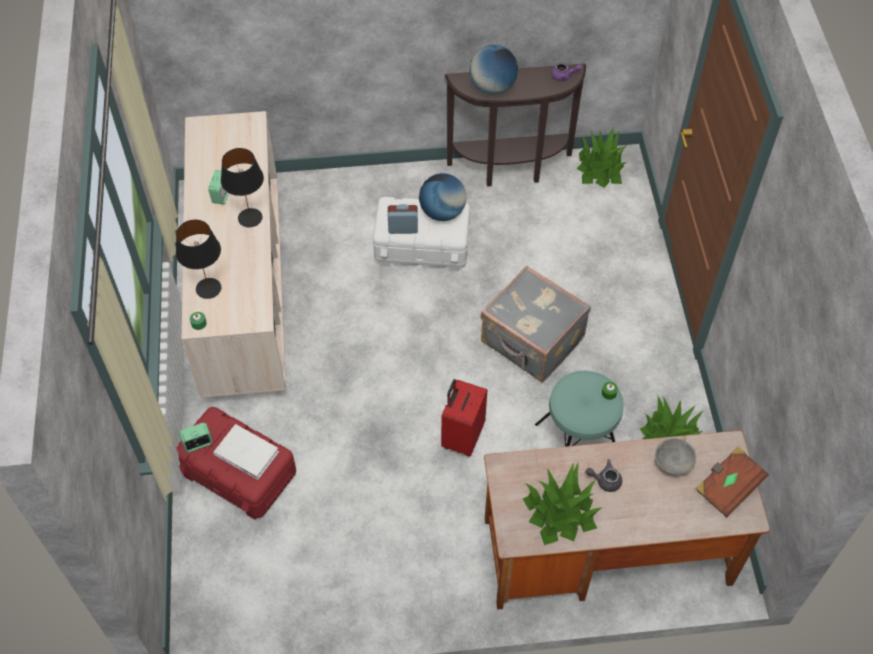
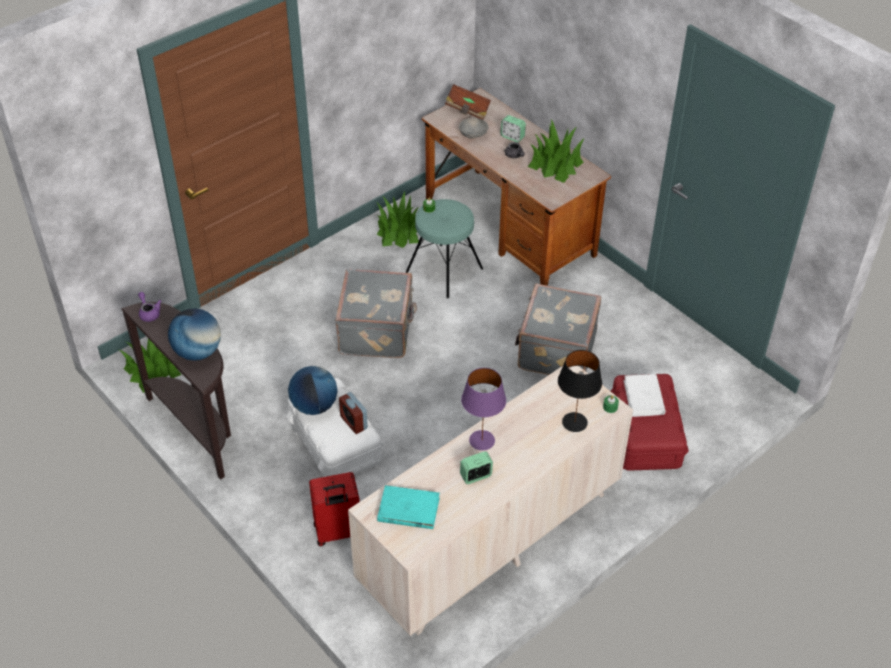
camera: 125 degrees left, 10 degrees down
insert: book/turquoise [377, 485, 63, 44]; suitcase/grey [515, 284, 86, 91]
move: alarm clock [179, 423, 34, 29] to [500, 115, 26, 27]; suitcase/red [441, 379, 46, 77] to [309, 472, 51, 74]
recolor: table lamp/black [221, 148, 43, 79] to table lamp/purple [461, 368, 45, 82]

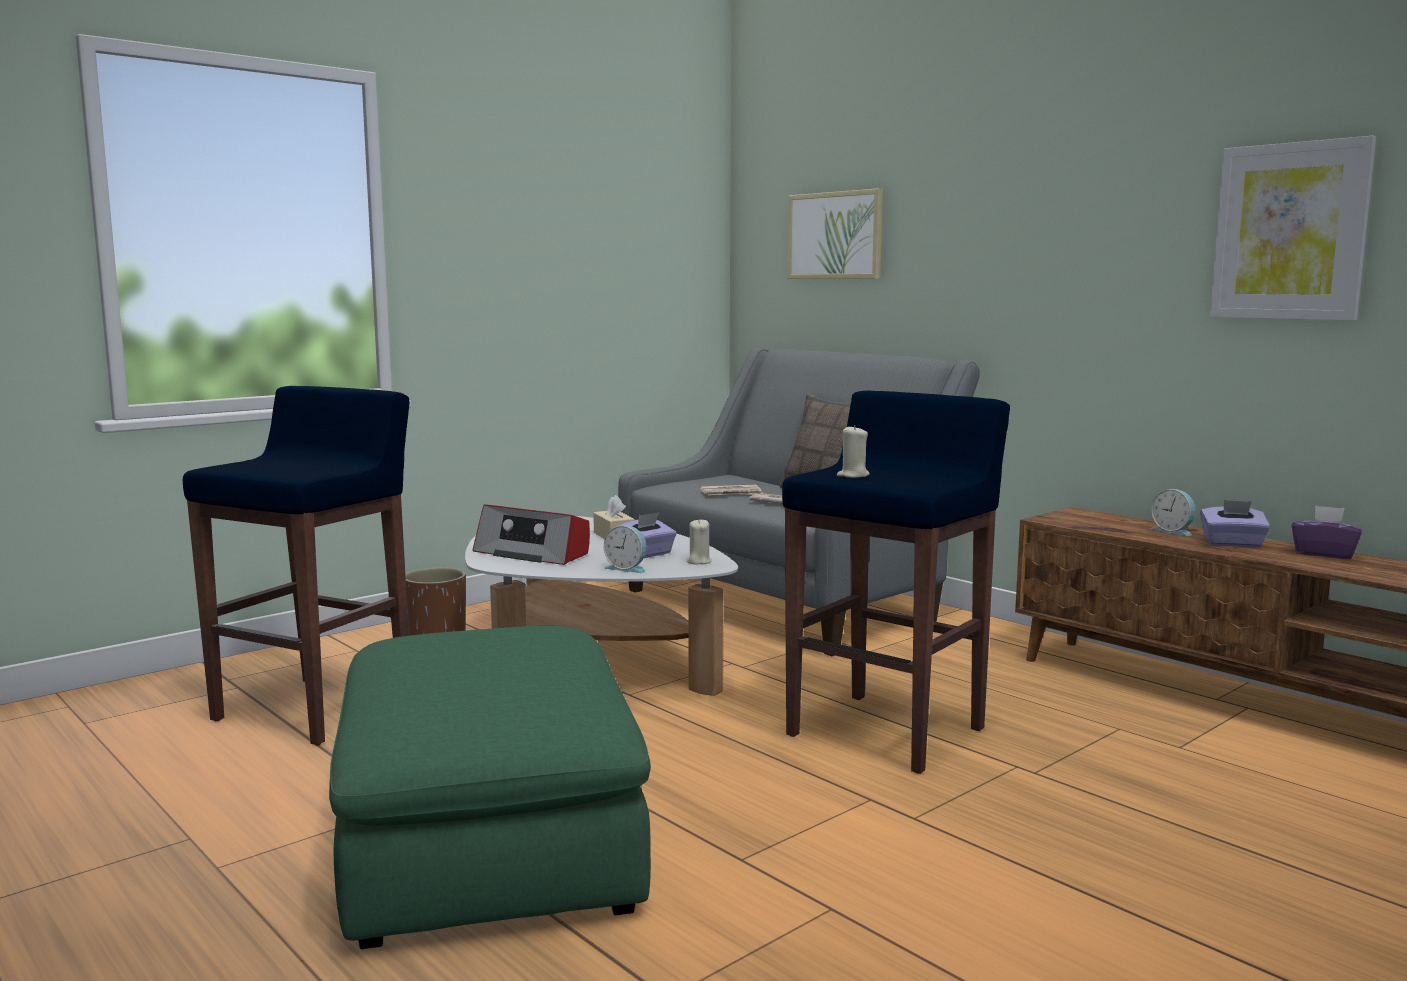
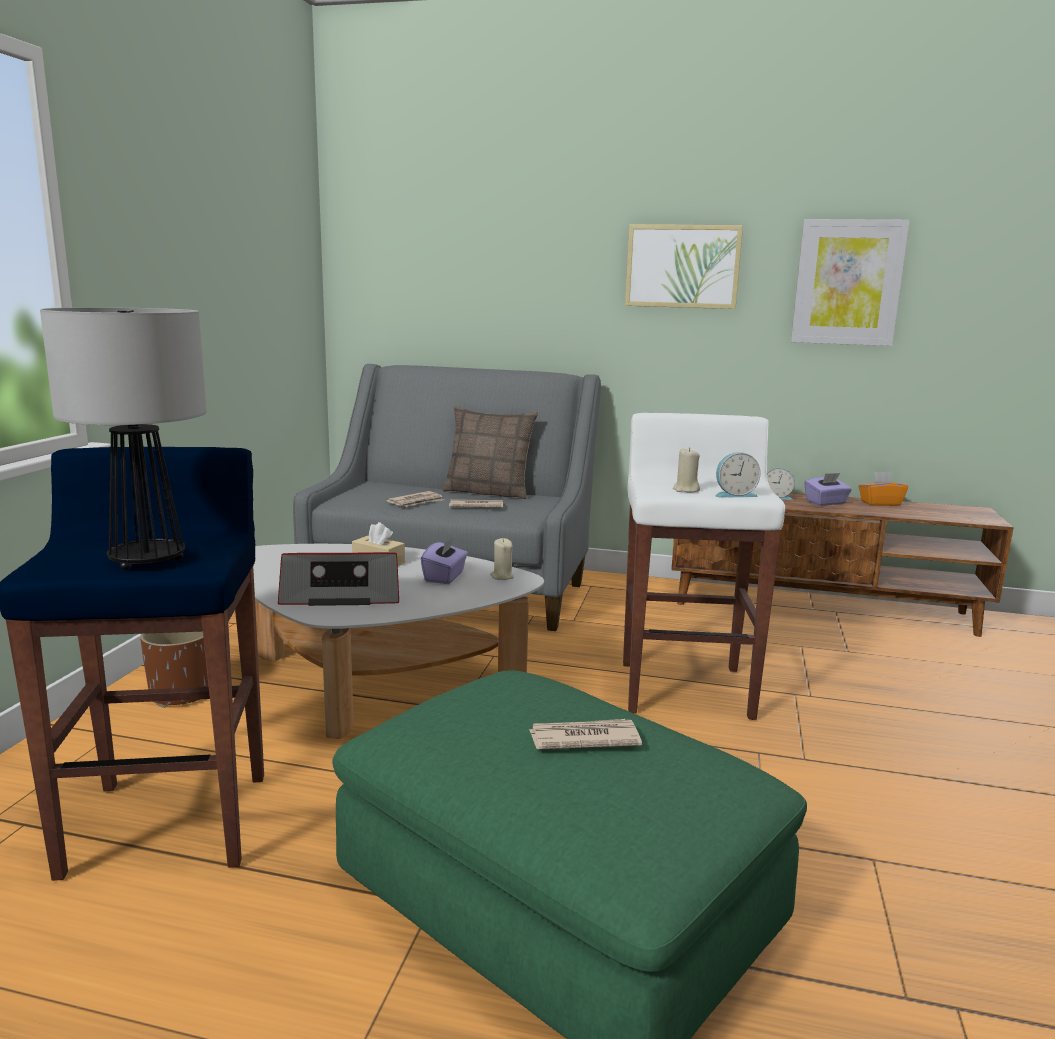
camera: 35 degrees left, 5 degrees up
insert: table lamp [40, 307, 167, 264]; newspaper [528, 719, 114, 30]
move: alarm clock [604, 525, 43, 48] to [716, 452, 45, 45]; picture [788, 188, 95, 91] to [625, 224, 118, 85]
recolor: stool/blue [782, 391, 228, 383] to stool/white [623, 413, 162, 307]; tissue box/purple [1292, 505, 70, 54] to tissue box/orange [859, 472, 49, 34]

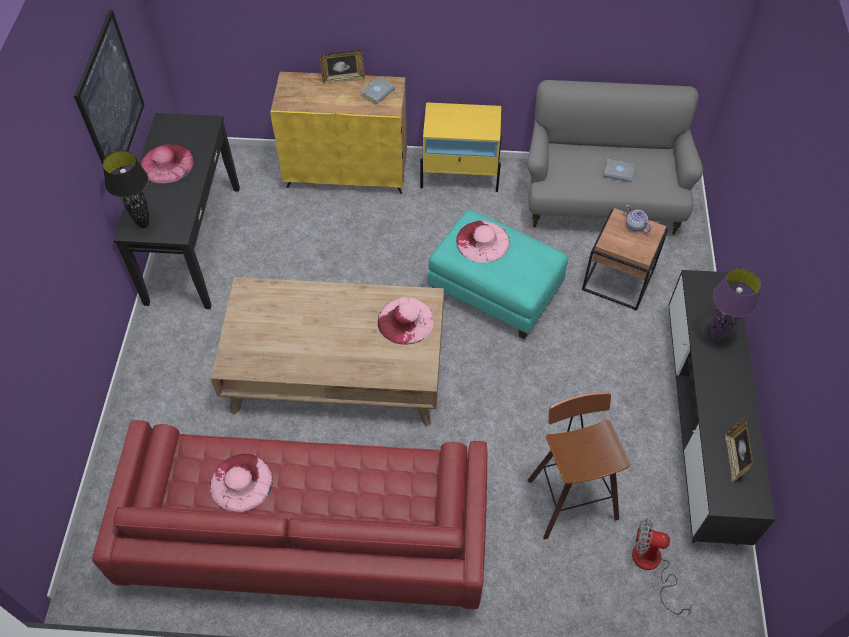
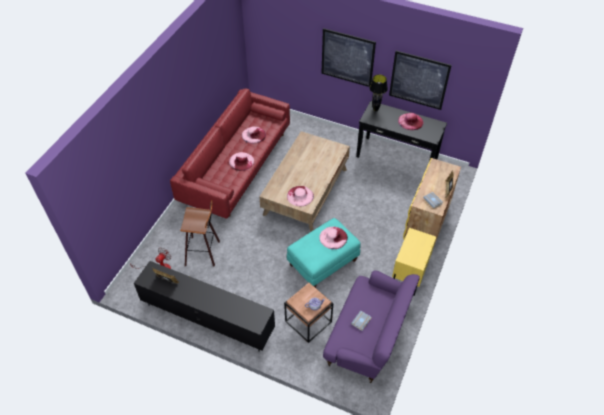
camera: 110 degrees right, 5 degrees down
delete: table lamp/purple [711, 268, 50, 73]
insert: hat/pink [229, 152, 25, 19]; picture [321, 28, 55, 59]
recolor: sofa/grey [527, 80, 176, 155] to sofa/purple [323, 270, 97, 113]

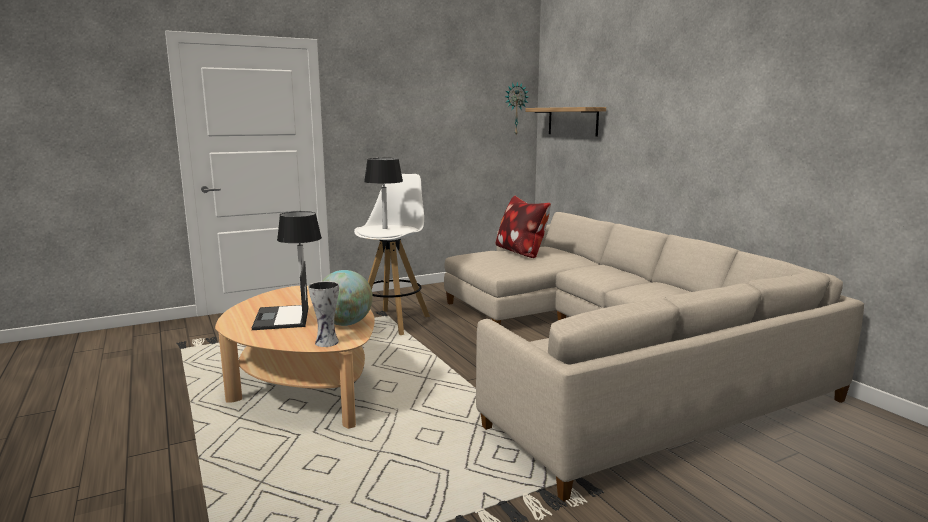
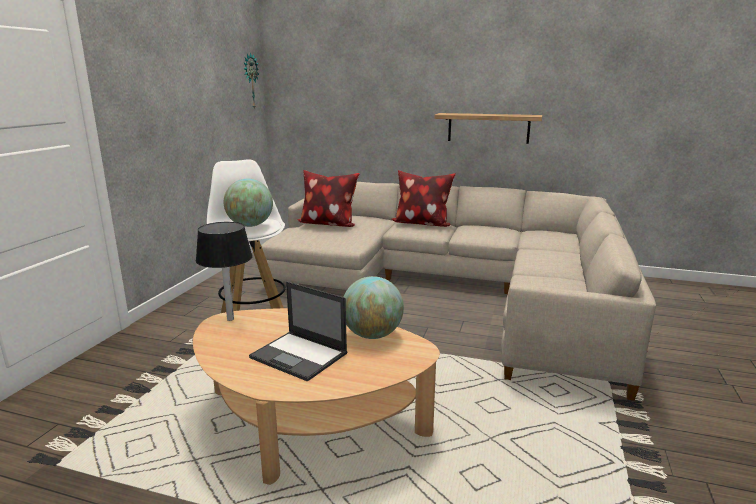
camera: 45 degrees left, 5 degrees up
delete: vase [308, 281, 31, 66]
insert: pillow [392, 170, 64, 57]
move: shelf [525, 107, 81, 30] to [434, 113, 108, 31]
replace: table lamp/black [364, 158, 39, 71] to globe [224, 179, 49, 48]

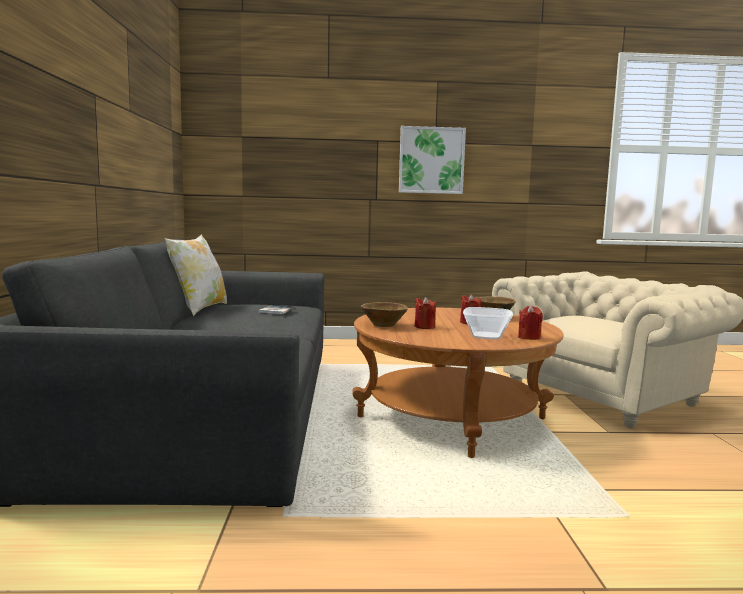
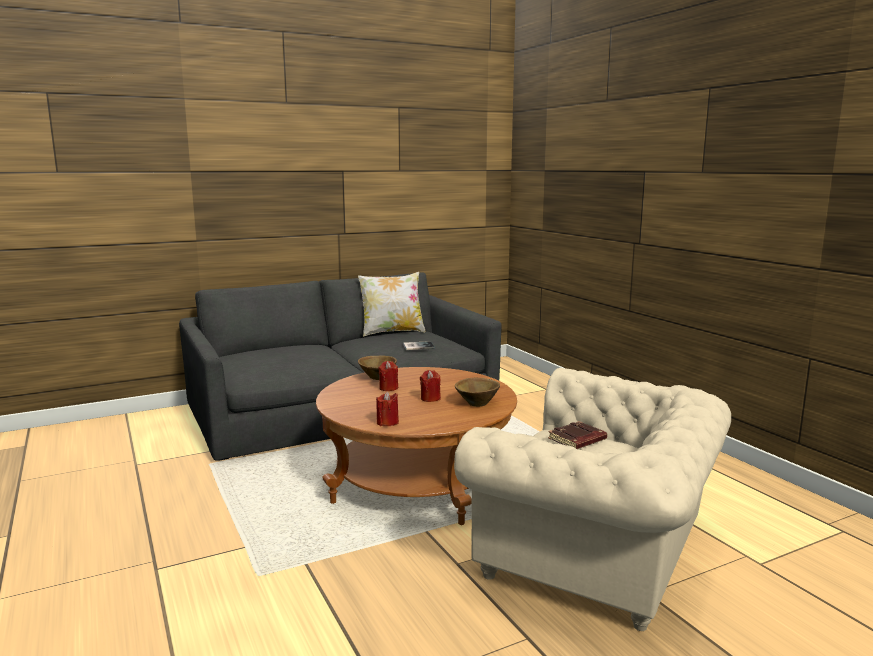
camera: 65 degrees right, 5 degrees up
delete: picture [399, 126, 67, 68]; bowl [463, 307, 50, 32]
insert: book/brown [548, 421, 59, 28]

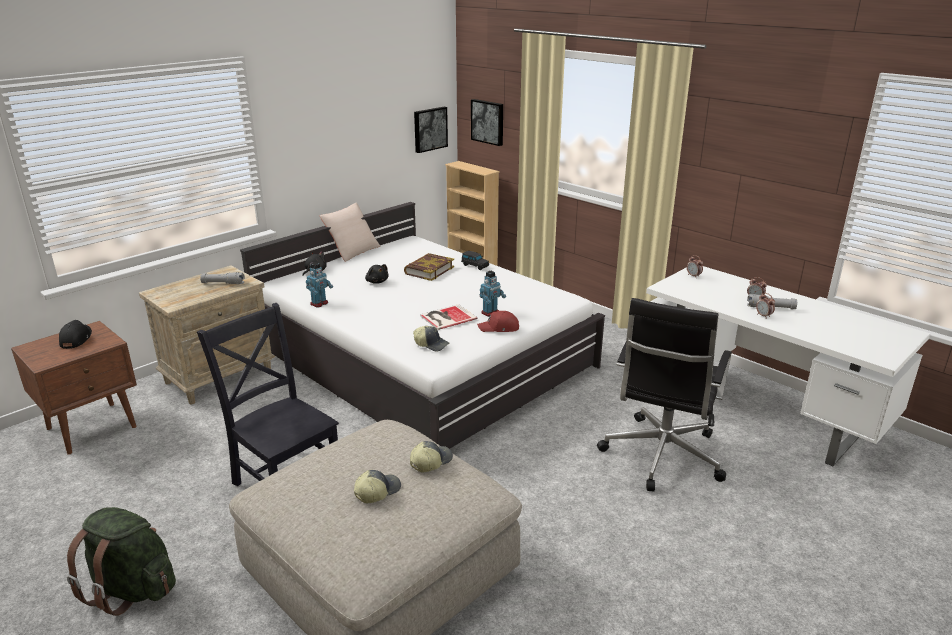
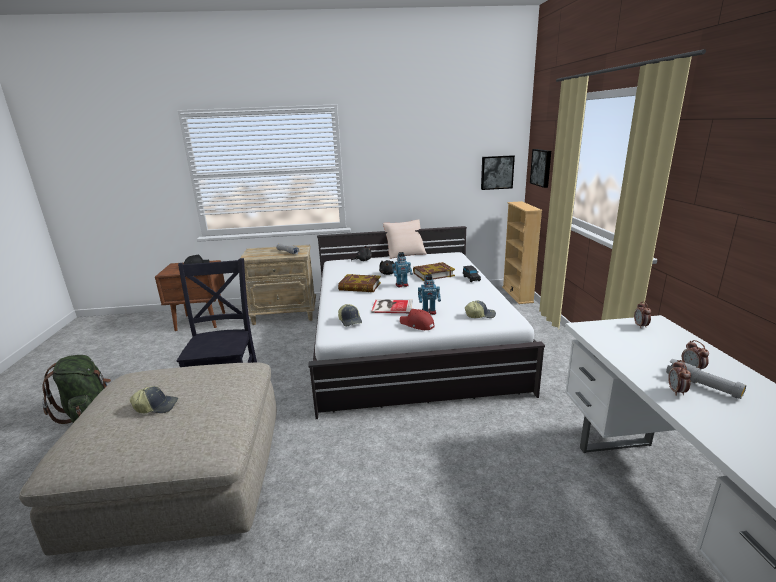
camera: 40 degrees right, 5 degrees down
delete: office chair/black [597, 298, 135, 193]
insert: book [338, 274, 43, 18]
move: toy robot [306, 262, 27, 45] to [392, 252, 21, 35]; cap [410, 441, 43, 31] to [465, 300, 31, 18]

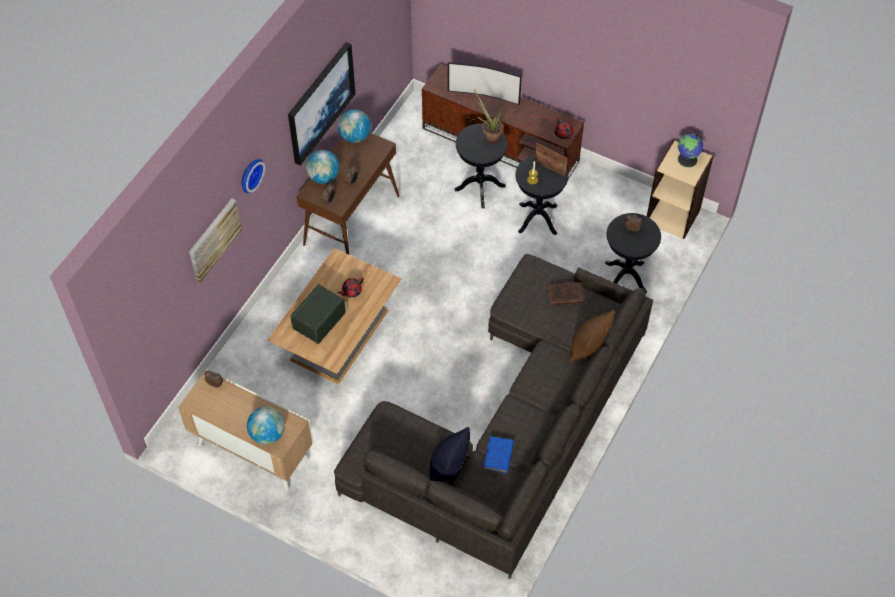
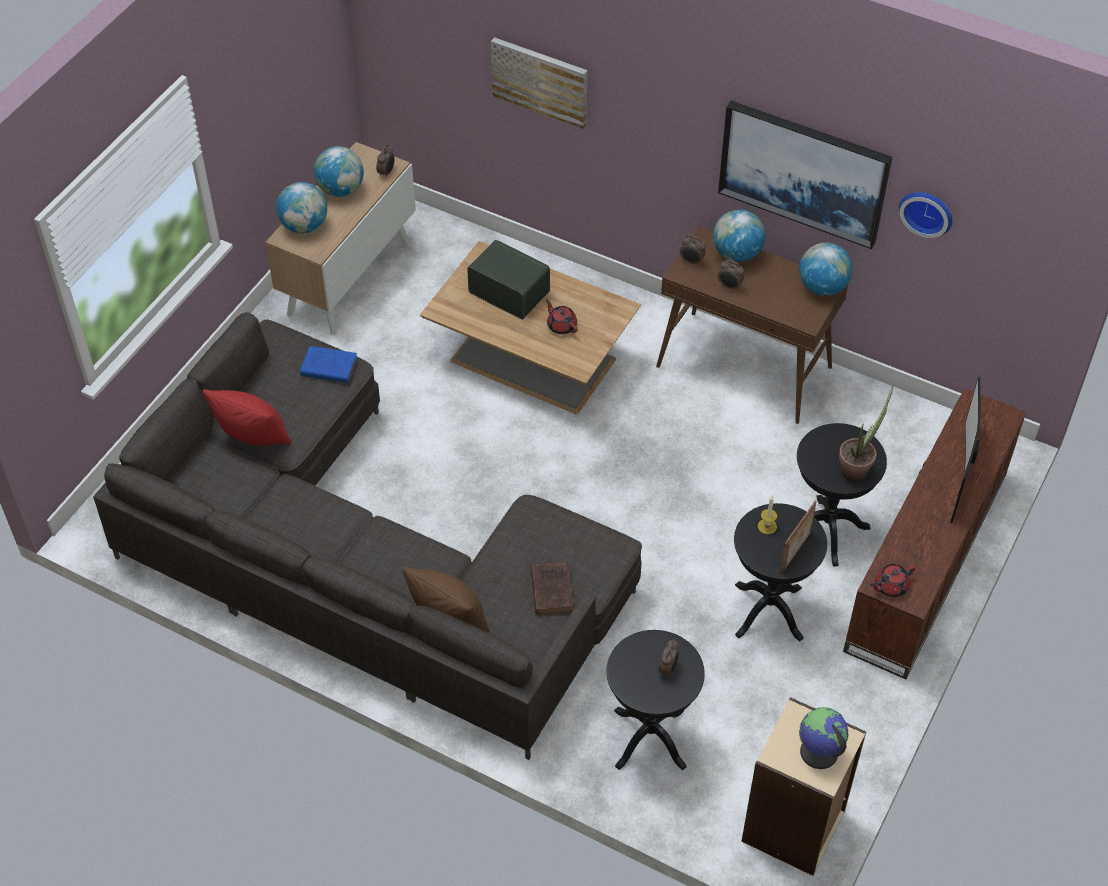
camera: 90 degrees right, 5 degrees down
insert: globe [314, 146, 50, 51]
move: wall clock [242, 159, 23, 34] to [899, 192, 53, 46]; book/blue [483, 436, 31, 37] to [300, 346, 58, 37]
recolor: pillow/black [430, 427, 40, 55] to pillow/red [202, 389, 90, 56]

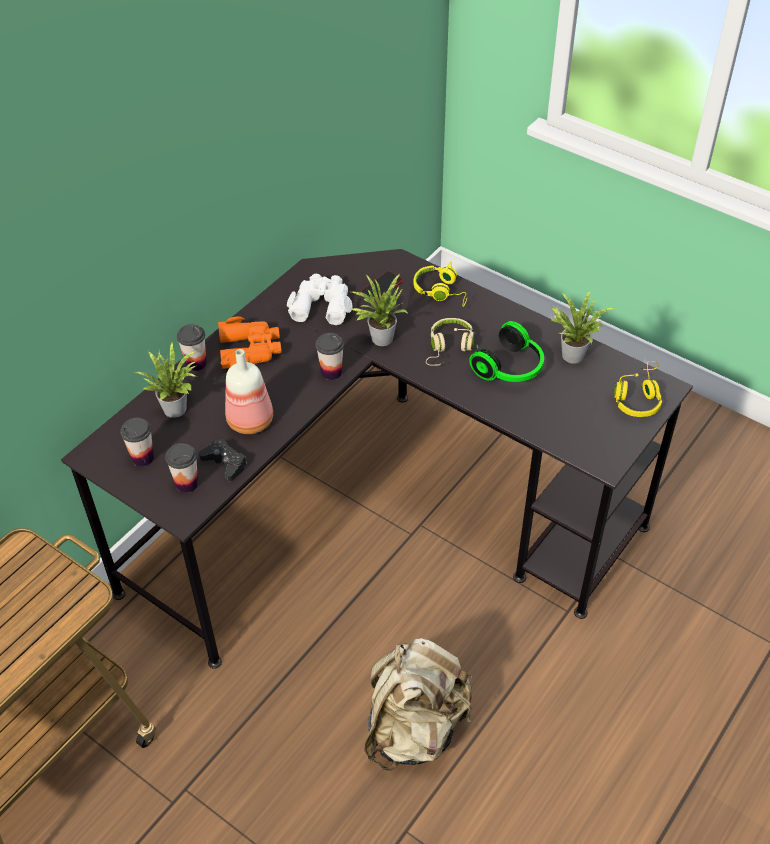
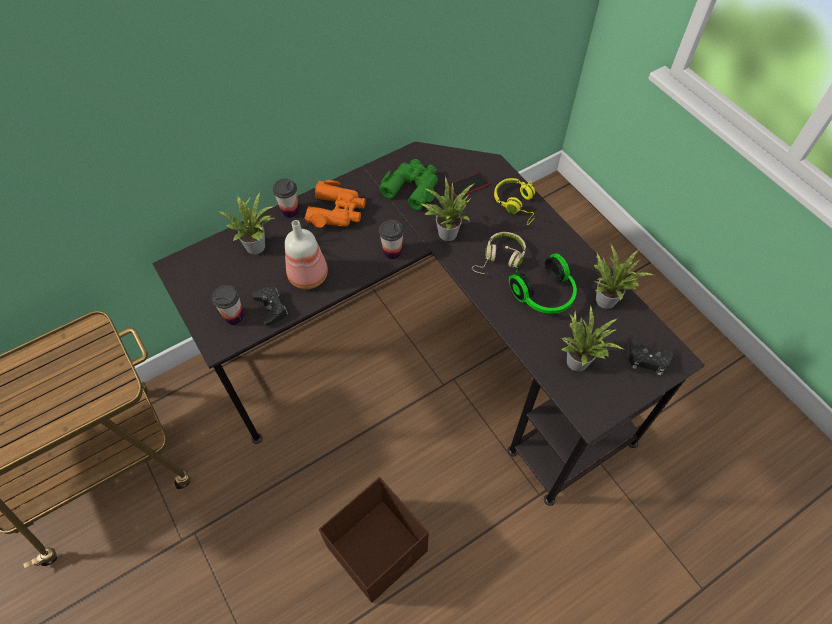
camera: 20 degrees right, 10 degrees up
delete: cup [120, 418, 34, 49]
insert: potted plant [561, 305, 62, 66]
replace: backpack/beige [364, 638, 108, 133] to storage box/brown [319, 477, 110, 126]; headphones/yellow [614, 361, 48, 56] to game controller/black [629, 340, 44, 35]
recolor: binoculars/white [287, 274, 66, 51] to binoculars/green [379, 159, 59, 51]

